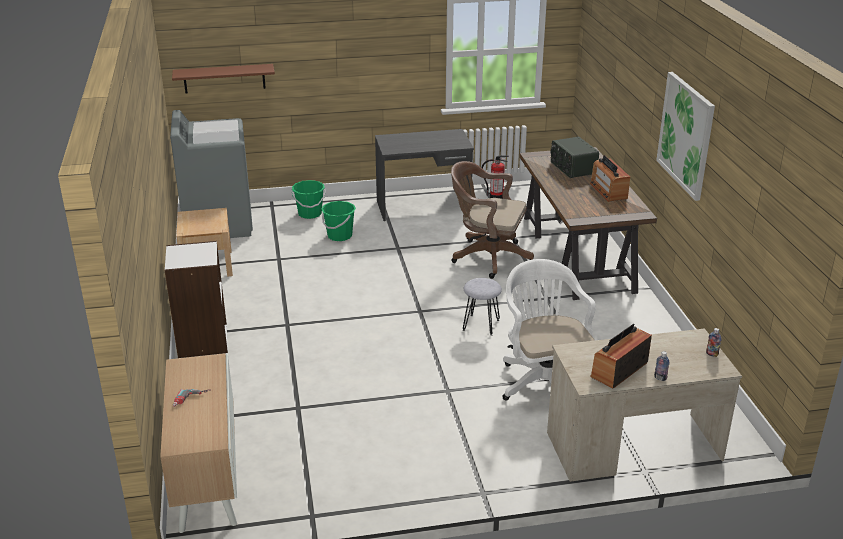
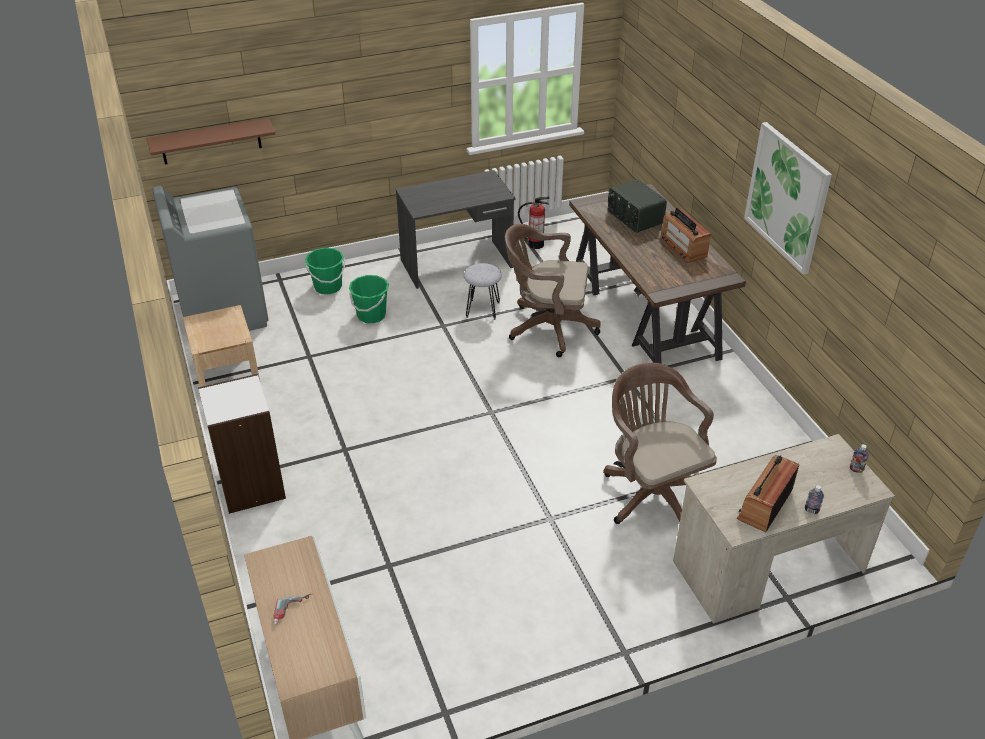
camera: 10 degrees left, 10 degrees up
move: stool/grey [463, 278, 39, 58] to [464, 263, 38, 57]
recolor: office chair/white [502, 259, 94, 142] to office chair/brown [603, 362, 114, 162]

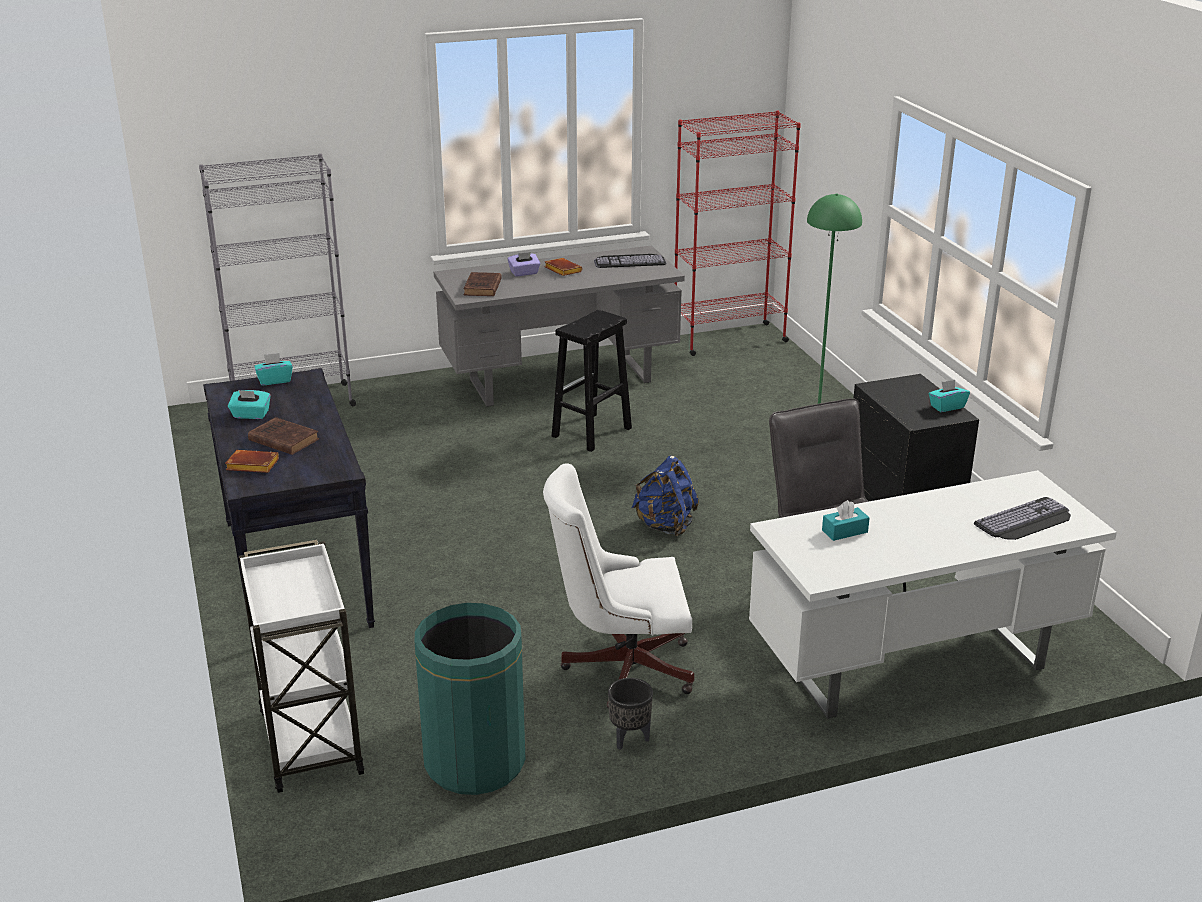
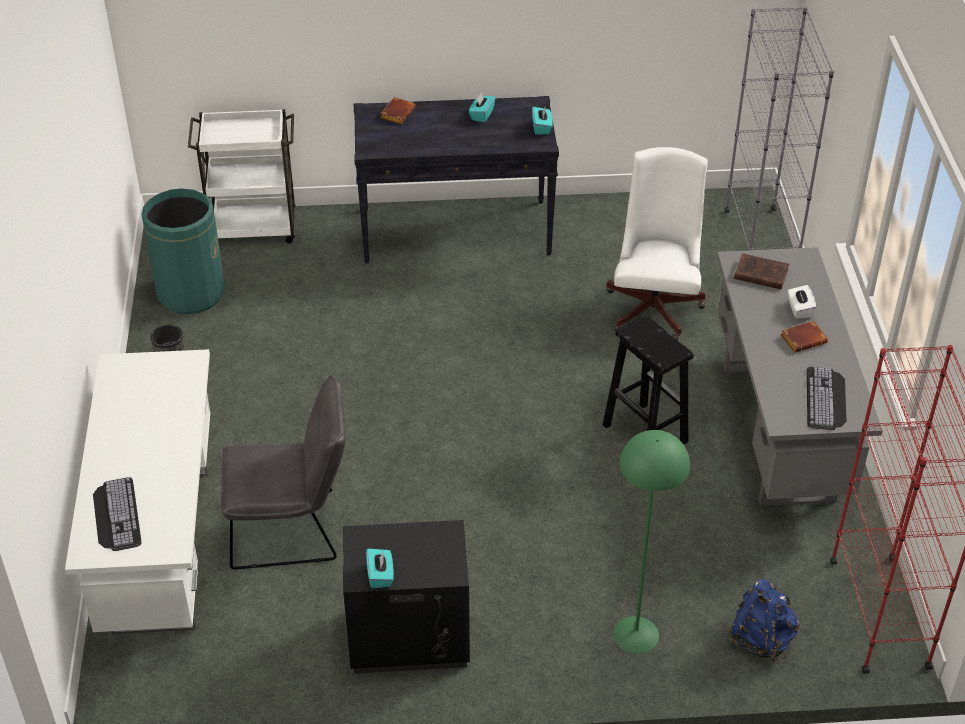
camera: 105 degrees right, 15 degrees up
delete: book/brown [248, 417, 71, 38]; tissue box/turquoise [822, 500, 48, 41]
move: office chair/white [543, 463, 151, 246] to [607, 147, 101, 193]; backpack/blue [632, 456, 67, 80] to [729, 579, 71, 84]
recolor: tissue box/purple [508, 252, 33, 24] to tissue box/white [788, 285, 28, 34]

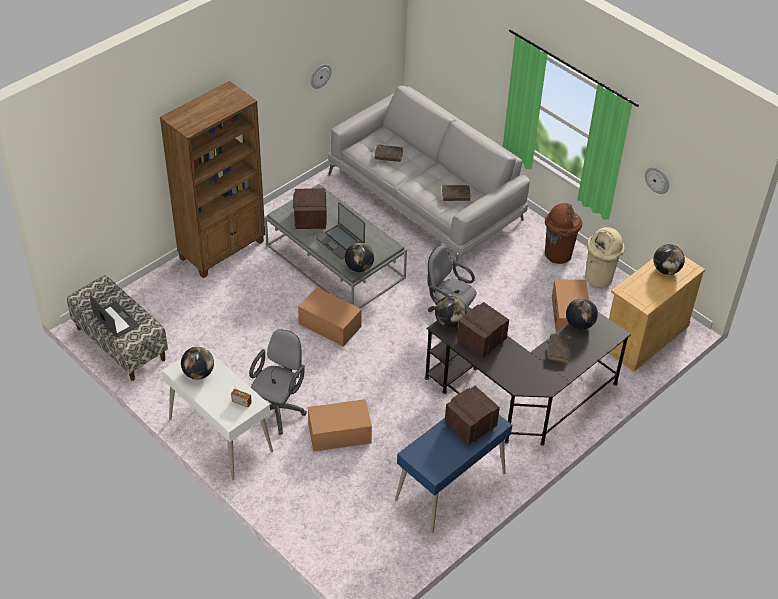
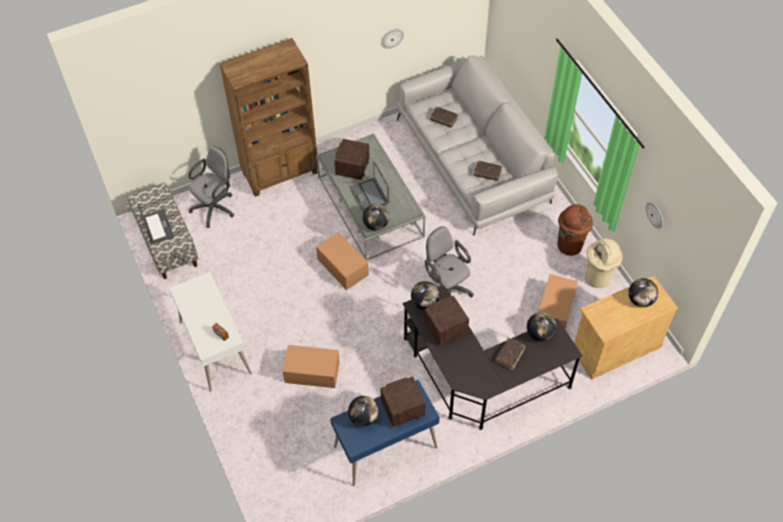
camera: 20 degrees right, 10 degrees up
move: globe [181, 347, 33, 33] to [348, 396, 31, 31]; office chair/grey [249, 329, 58, 106] to [188, 146, 47, 82]

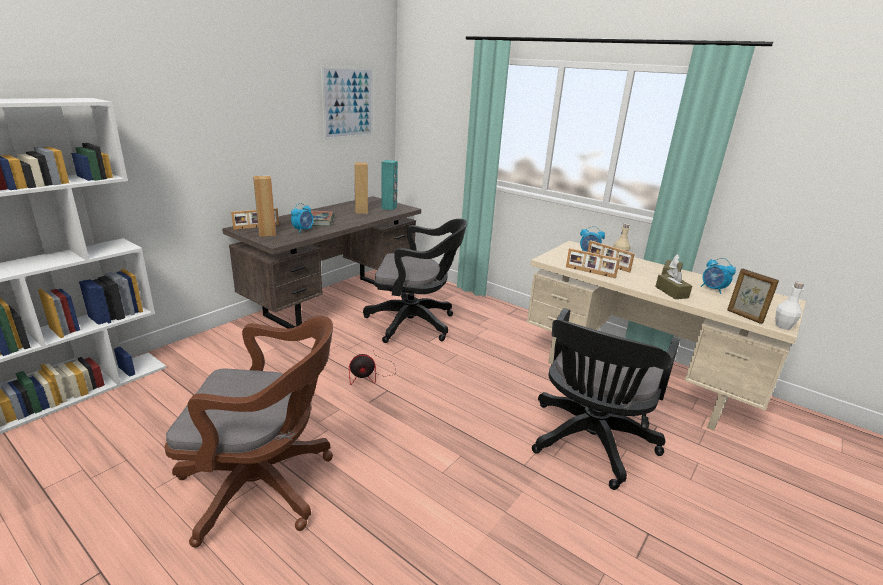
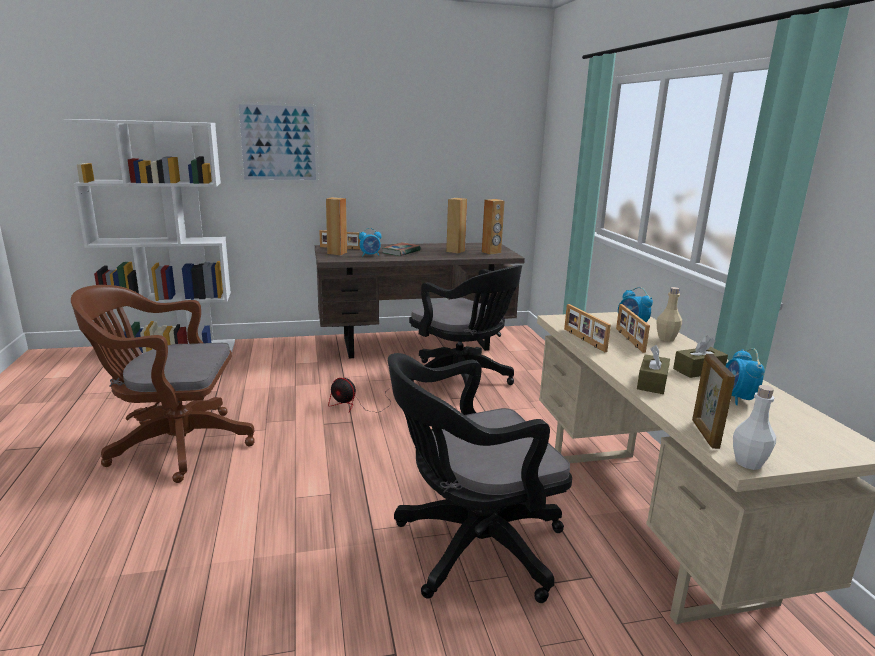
camera: 40 degrees right, 5 degrees down
move: picture [321, 66, 52, 74] to [236, 101, 83, 82]
recolor: speaker/turquoise [381, 160, 17, 50] to speaker/brown [482, 199, 23, 56]
rotate: office chair/brown [165, 316, 168, 231] = [71, 285, 184, 198] 135 degrees clockwise

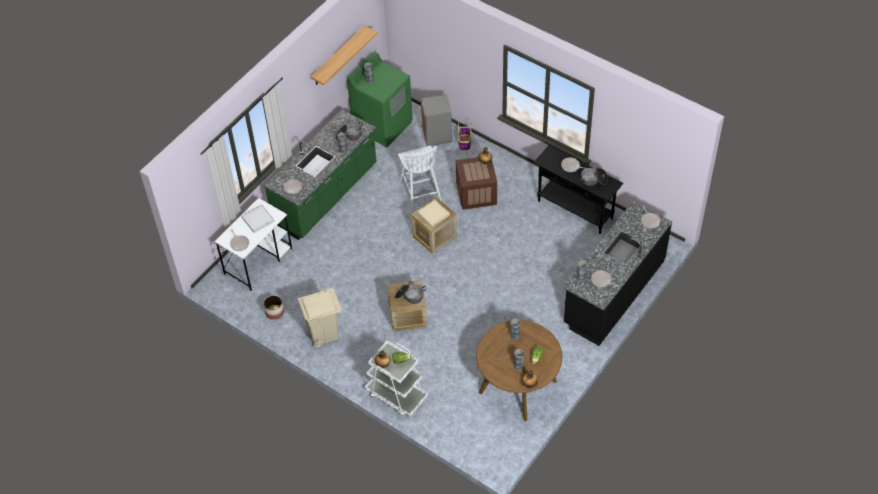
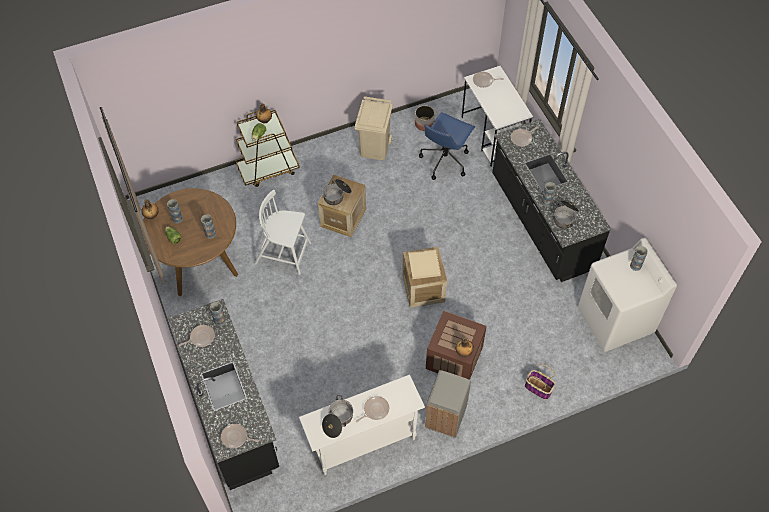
camera: 120 degrees right, 5 degrees up
delete: tray/white [241, 205, 33, 28]; shelf [310, 26, 67, 59]
insert: office chair/blue [419, 112, 56, 68]
move: chair/white [398, 146, 44, 62] to [254, 190, 57, 85]; trash can/grey [421, 94, 31, 52] to [425, 370, 46, 68]
recolor: counter/green [264, 110, 113, 130] to counter/black [492, 119, 119, 163]; washing machine/green [347, 52, 66, 95] to washing machine/white [578, 238, 99, 114]; cart/white [365, 341, 63, 75] to cart/brown [235, 110, 65, 77]; console table/black [533, 145, 90, 89] to console table/white [299, 375, 126, 100]

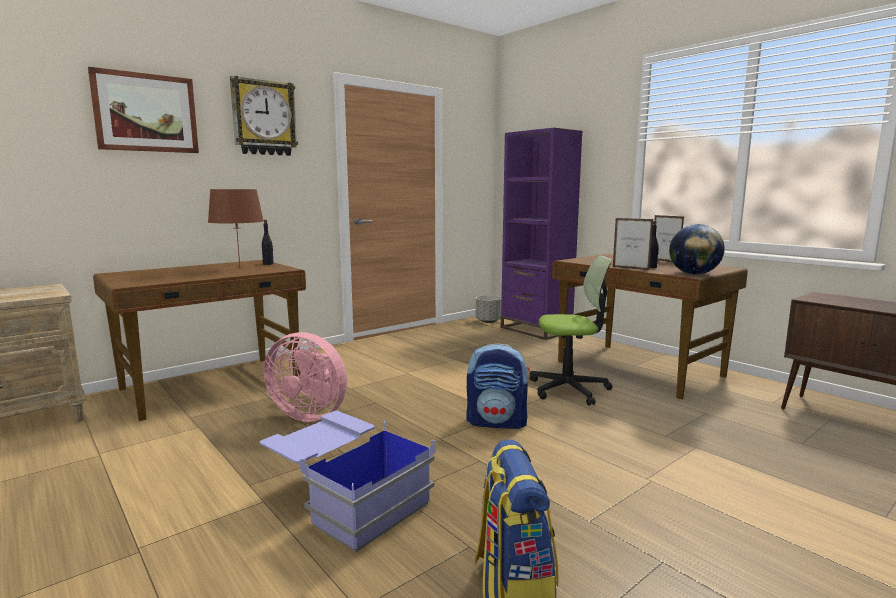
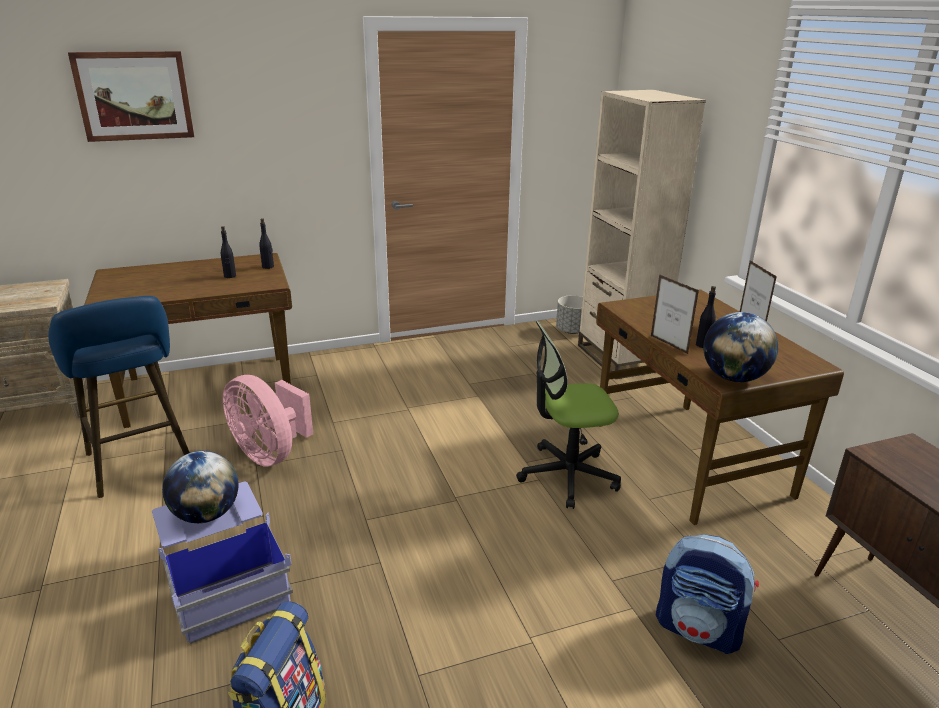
camera: 20 degrees right, 15 degrees up
delete: wall clock [230, 76, 68, 80]
insert: stool/blue [48, 296, 142, 202]; globe [162, 451, 77, 72]
move: backpack [466, 344, 64, 85] to [656, 535, 103, 119]
replace: table lamp/brown [208, 189, 56, 78] to bottle/black [221, 226, 15, 52]
recolor: bookcase/purple [501, 128, 82, 212] to bookcase/beige [578, 90, 128, 289]
rotate: office chair [530, 255, 83, 150] = [516, 321, 105, 188] 150 degrees clockwise

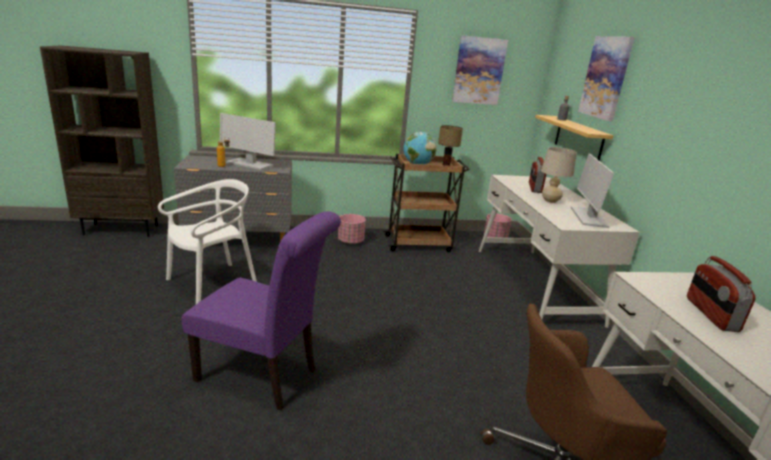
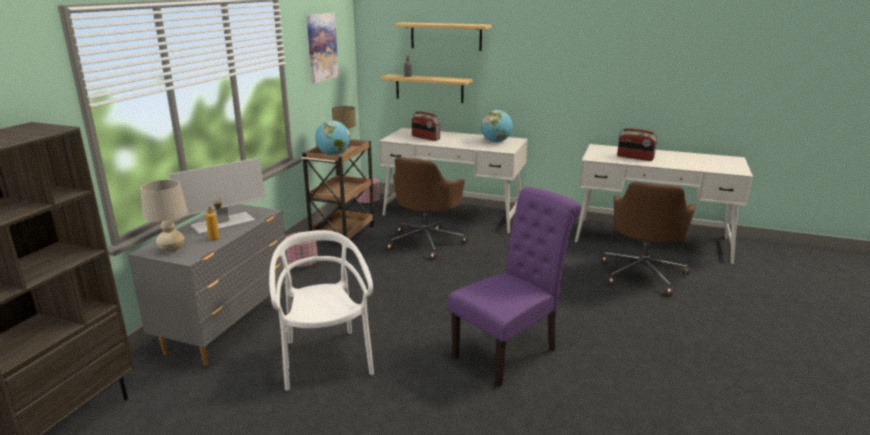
camera: 60 degrees left, 0 degrees up
insert: office chair/brown [387, 157, 81, 103]
move: table lamp/beige [541, 147, 36, 56] to [140, 180, 48, 73]
replace: monitor [571, 154, 43, 74] to globe [481, 110, 32, 32]; picture [578, 36, 57, 85] to shelf [395, 22, 97, 29]

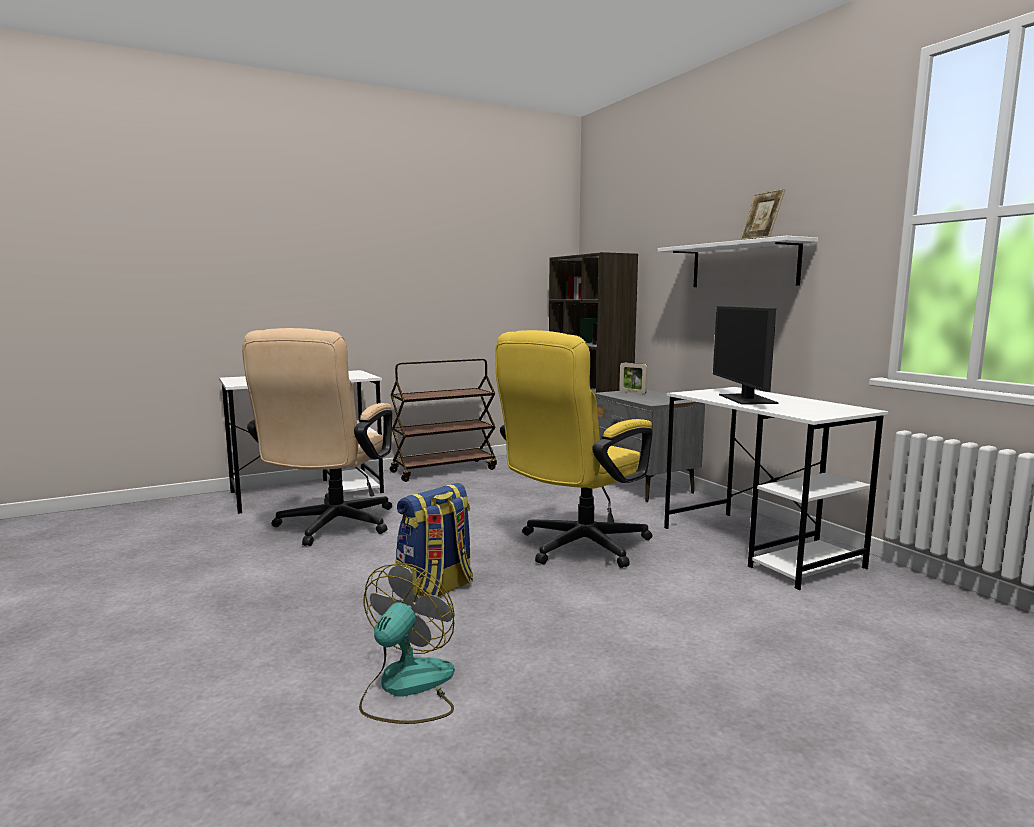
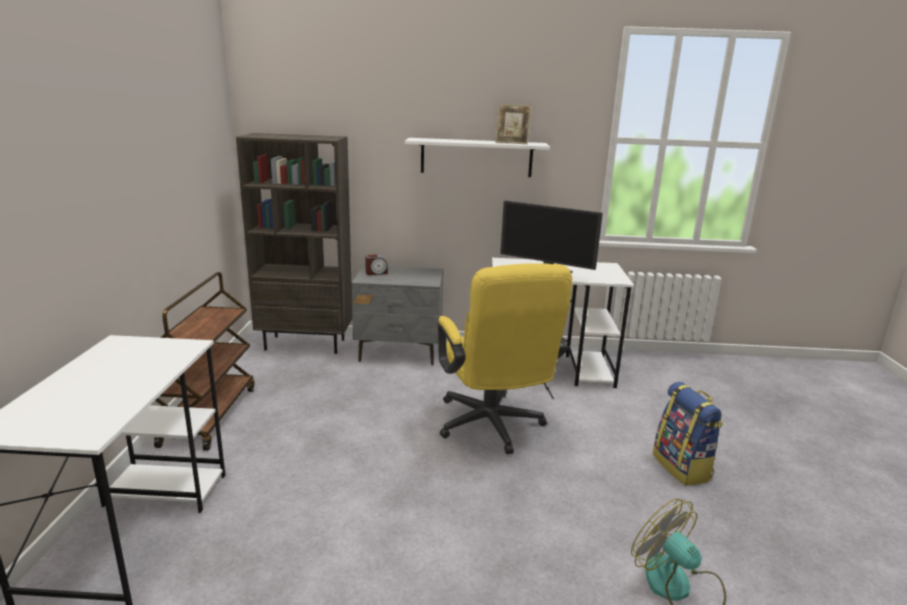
camera: 60 degrees left, 10 degrees up
delete: office chair/beige [242, 328, 150, 218]
move: backpack [395, 483, 78, 115] to [653, 382, 70, 104]
replace: picture frame [619, 362, 29, 32] to alarm clock [365, 254, 23, 21]

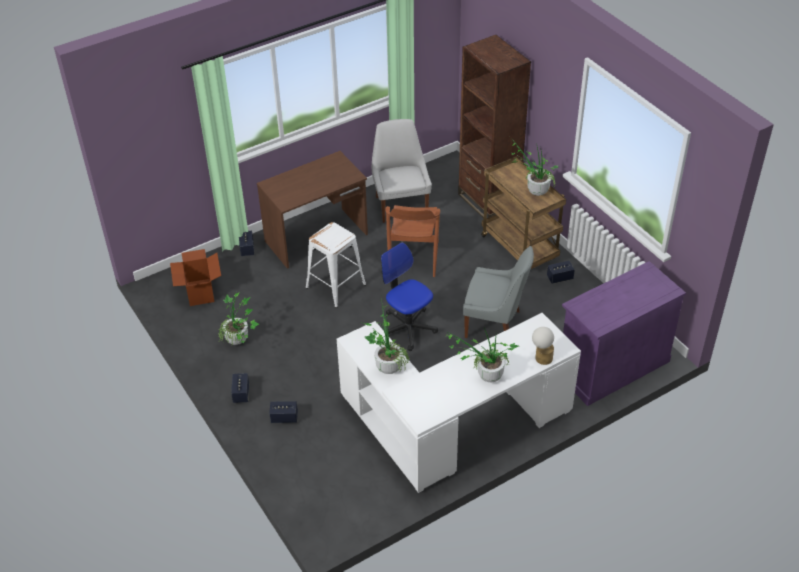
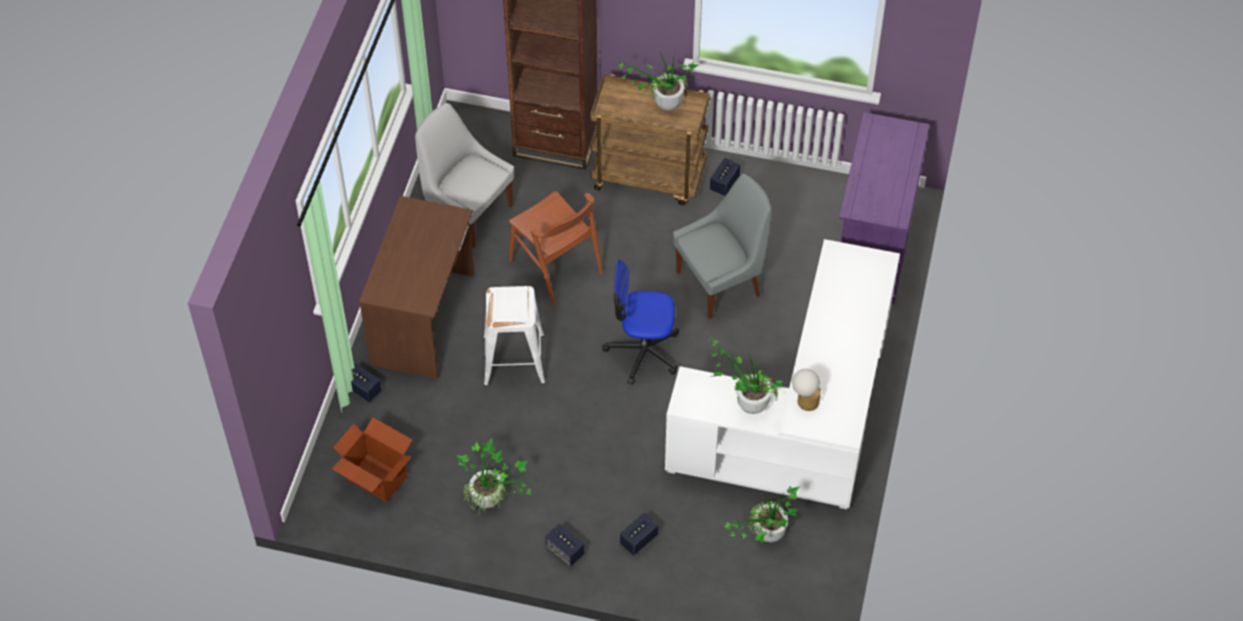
camera: 45 degrees left, 10 degrees up
move: potted plant [444, 328, 75, 54] to [724, 486, 75, 57]; table lamp [532, 327, 22, 38] to [792, 369, 29, 42]

